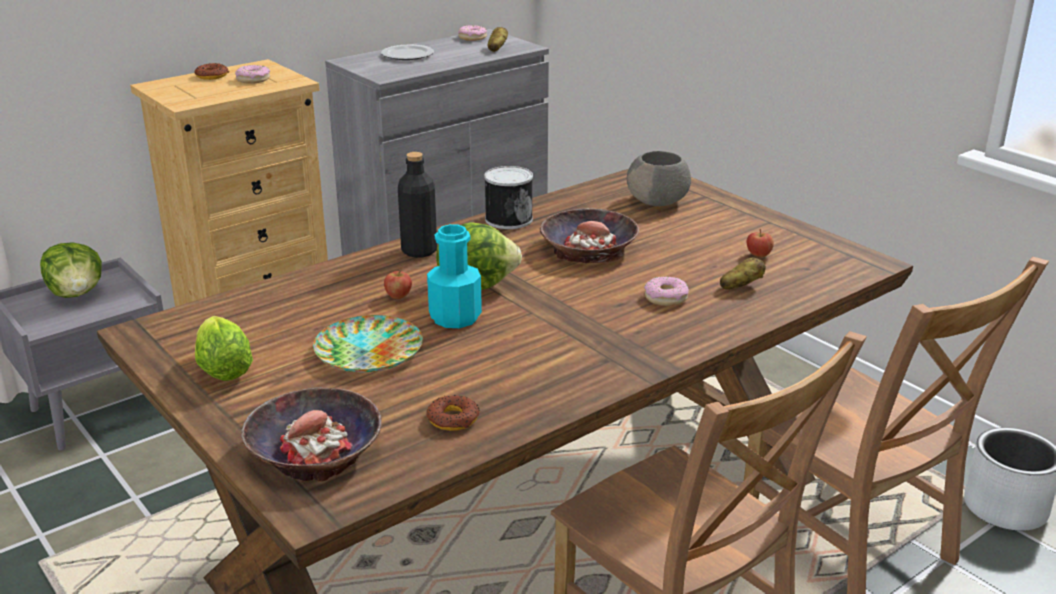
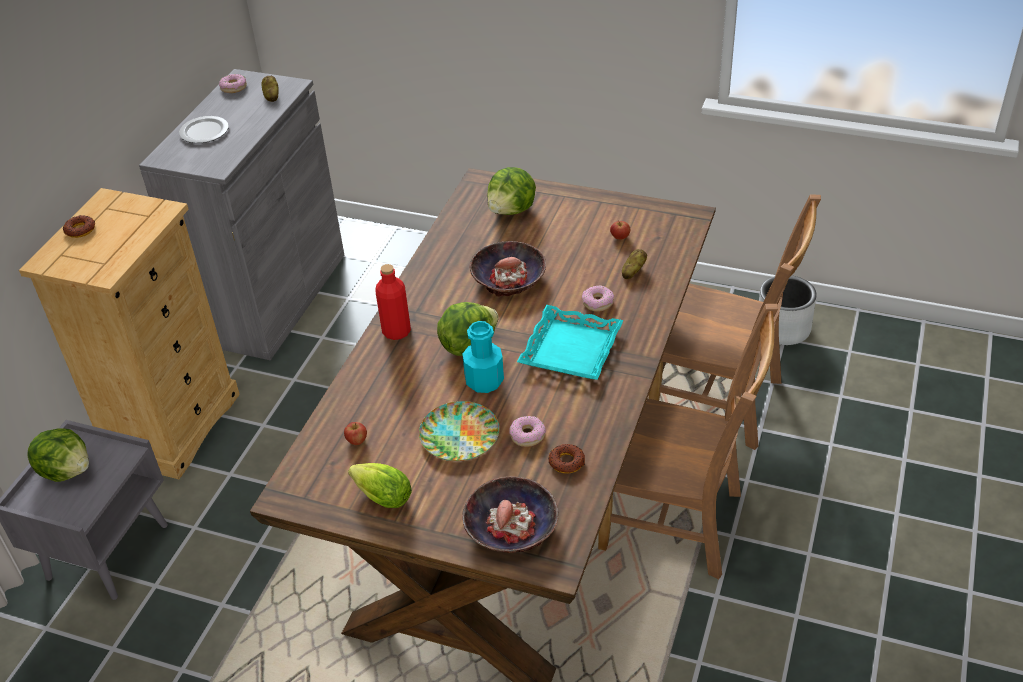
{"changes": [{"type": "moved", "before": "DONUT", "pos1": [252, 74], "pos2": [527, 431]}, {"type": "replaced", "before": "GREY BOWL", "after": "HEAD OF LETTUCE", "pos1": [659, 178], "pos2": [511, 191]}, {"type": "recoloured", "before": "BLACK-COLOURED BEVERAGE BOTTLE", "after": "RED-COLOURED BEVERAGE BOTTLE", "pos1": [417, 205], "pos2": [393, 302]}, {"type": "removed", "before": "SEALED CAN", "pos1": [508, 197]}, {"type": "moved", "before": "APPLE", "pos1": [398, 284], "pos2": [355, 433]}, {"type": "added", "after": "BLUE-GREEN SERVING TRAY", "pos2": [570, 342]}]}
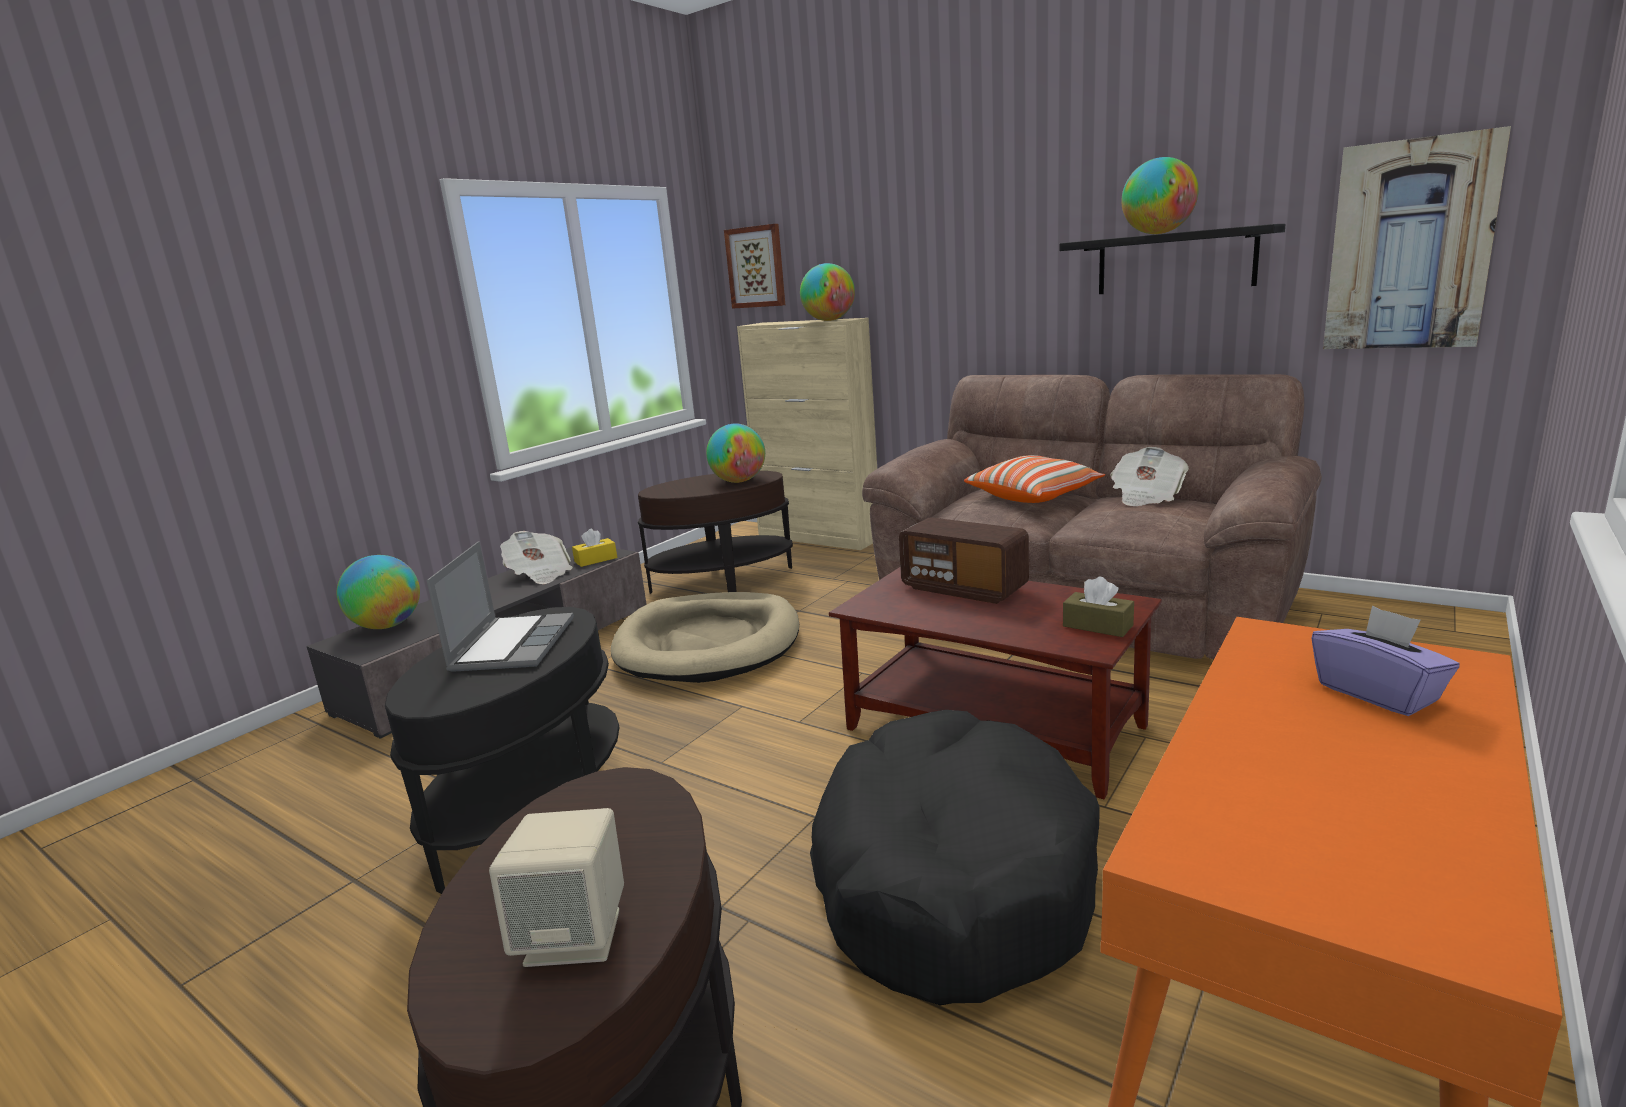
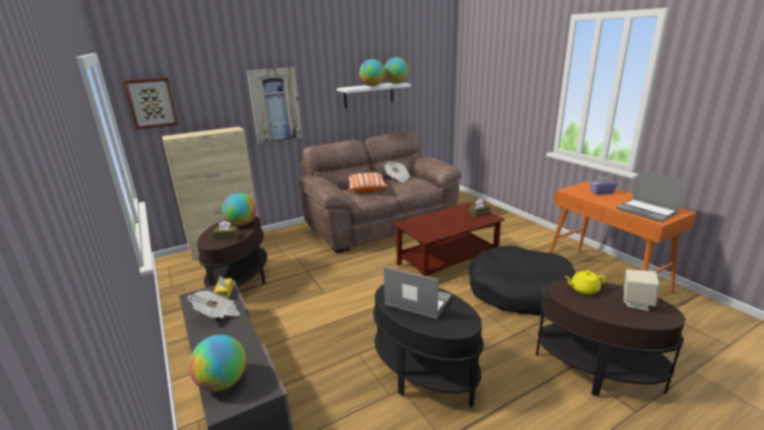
{"changes": [{"type": "moved", "before": "WALL PICTURE", "pos1": [1417, 237], "pos2": [274, 105]}, {"type": "recoloured", "before": "BLACK-COLOURED SHELF", "after": "WHITE SHELF", "pos1": [1172, 259], "pos2": [374, 95]}, {"type": "moved", "before": "GLOBE", "pos1": [827, 292], "pos2": [396, 70]}, {"type": "removed", "before": "RADIO", "pos1": [964, 560]}, {"type": "removed", "before": "SAND-COLOURED DOG BED", "pos1": [705, 637]}, {"type": "added", "after": "NOTEBOOK COMPUTER", "pos2": [651, 196]}, {"type": "added", "after": "BROWNISH TISSUE BOX", "pos2": [226, 230]}, {"type": "added", "after": "YELLOWISH TEAPOT", "pos2": [585, 282]}]}
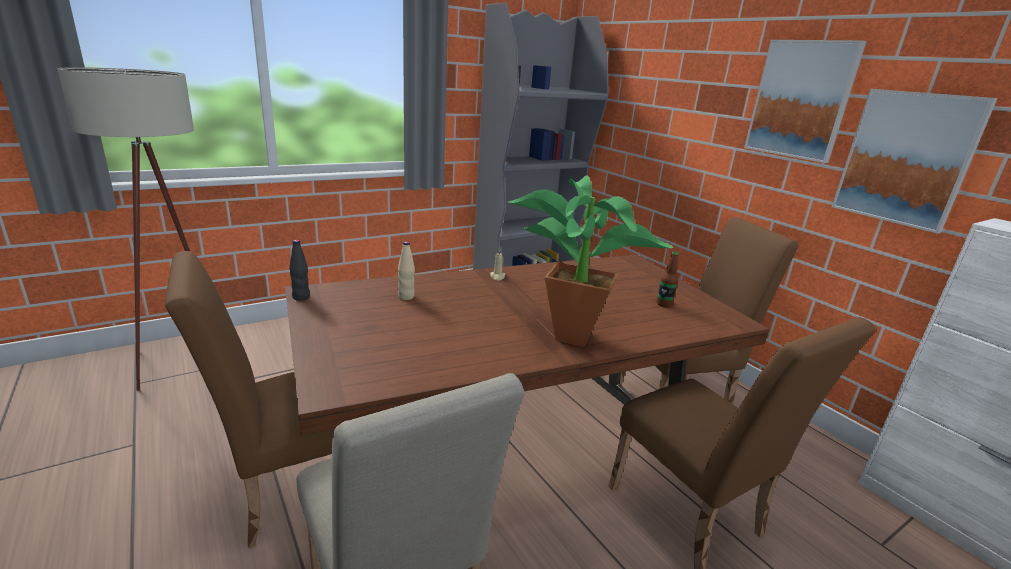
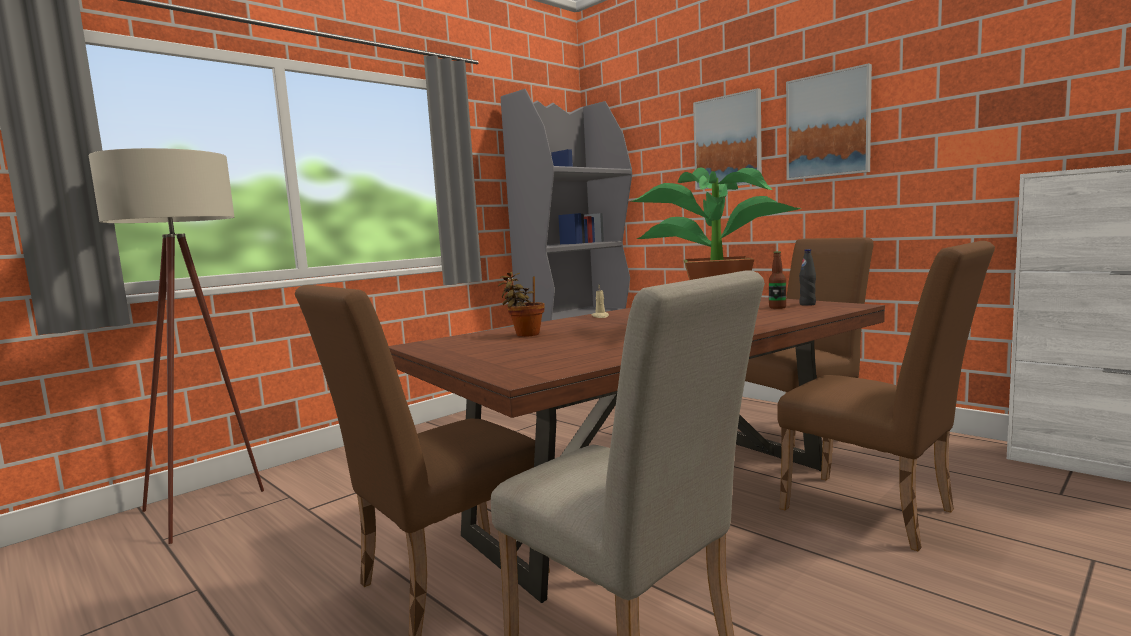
{"changes": [{"type": "moved", "before": "WALL PICTURE", "pos1": [915, 161], "pos2": [727, 139]}, {"type": "moved", "before": "BLACK-COLOURED BEVERAGE BOTTLE", "pos1": [299, 270], "pos2": [807, 277]}, {"type": "replaced", "before": "SAND-COLOURED BEVERAGE BOTTLE", "after": "POTTED PLANT", "pos1": [406, 270], "pos2": [521, 304]}]}
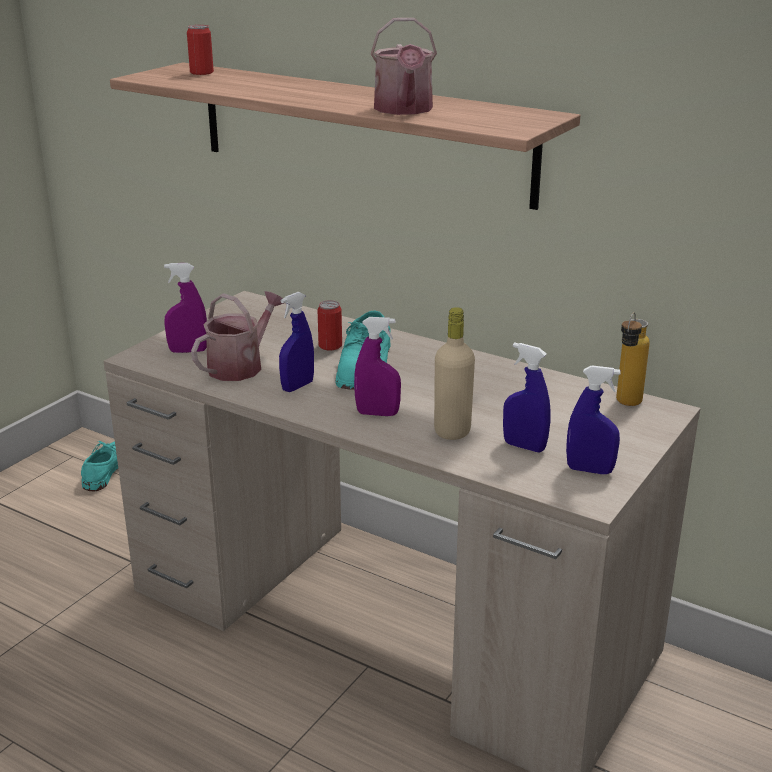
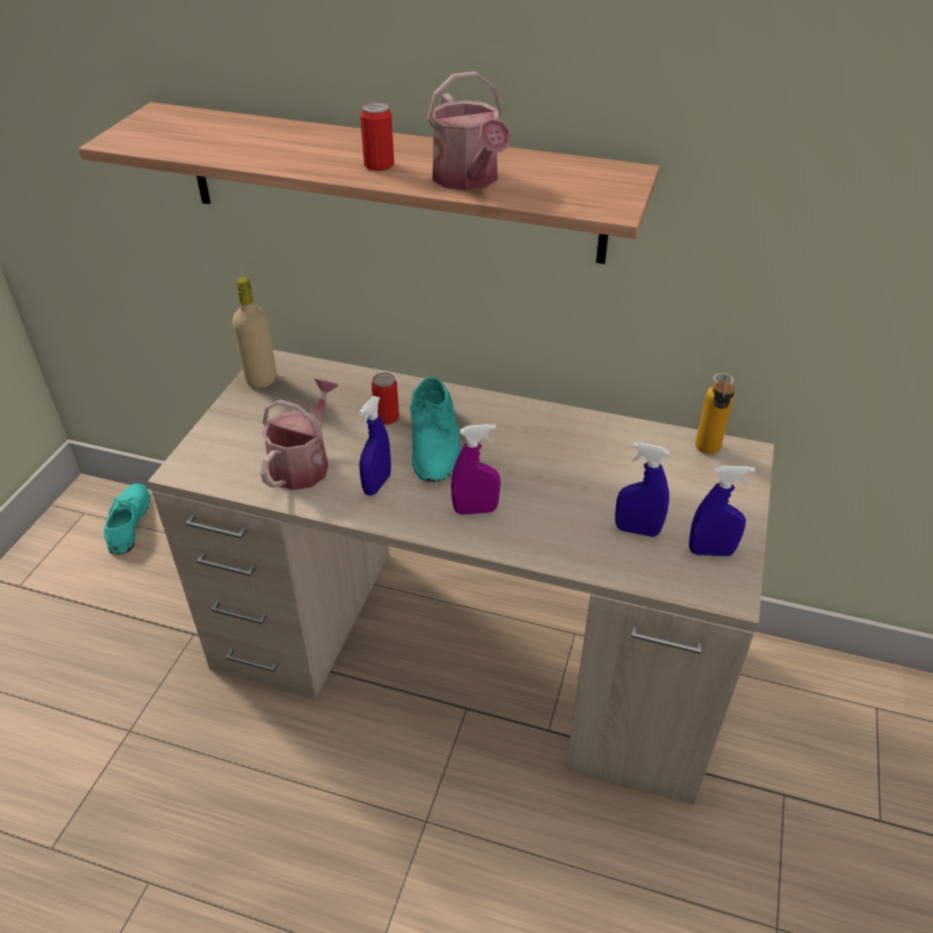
{"changes": [{"type": "moved", "before": "SEALED CAN", "pos1": [200, 50], "pos2": [377, 136]}, {"type": "removed", "before": "PURPLISH SPRAY BOTTLE", "pos1": [185, 308]}, {"type": "moved", "before": "SAND-COLOURED BEVERAGE BOTTLE", "pos1": [454, 373], "pos2": [254, 332]}]}
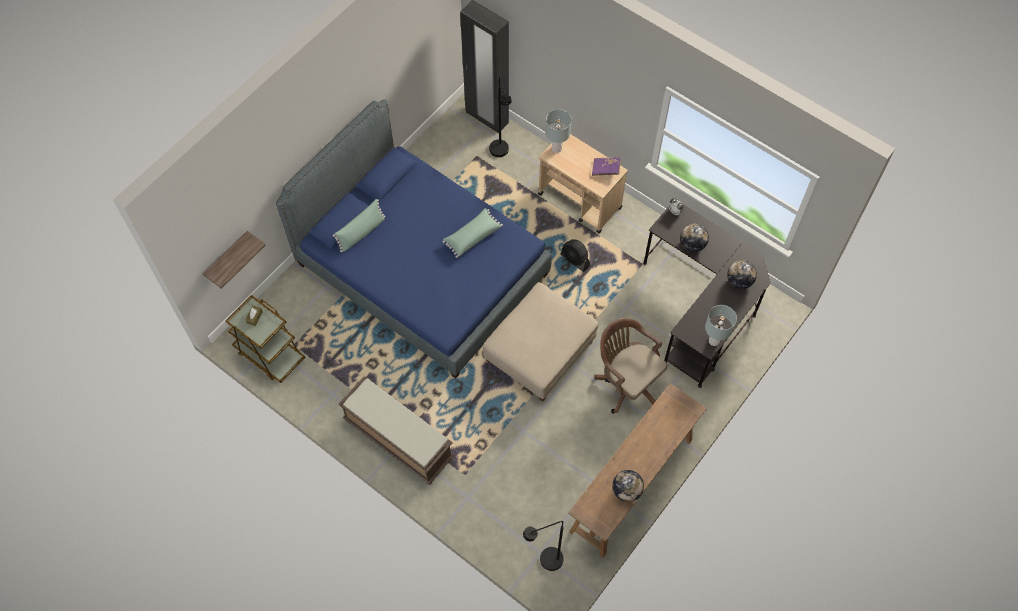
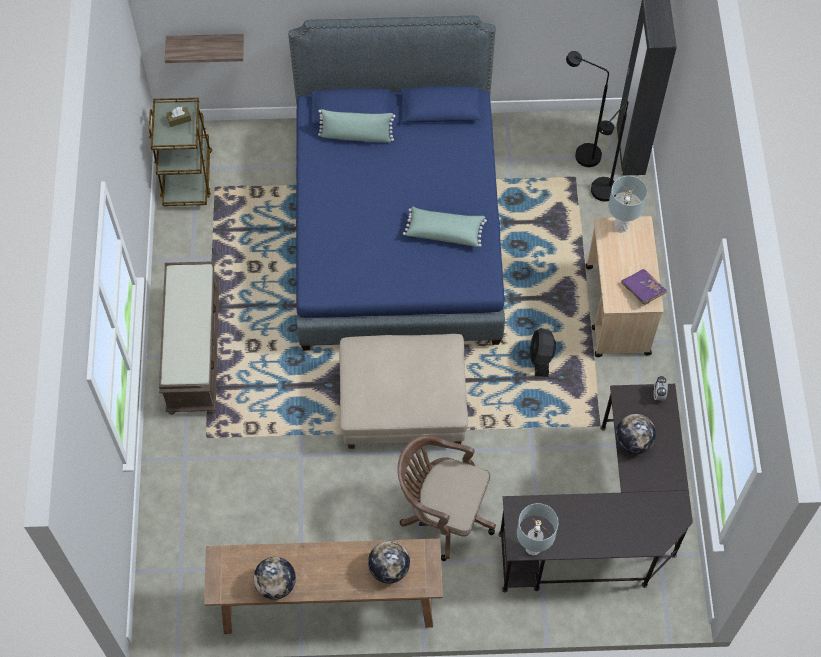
{"changes": [{"type": "moved", "before": "GLOBE", "pos1": [742, 274], "pos2": [389, 562]}, {"type": "turned", "before": "BROWNISH OFFICE CHAIR", "pos1": [631, 366], "pos2": [446, 498], "turn": -75}, {"type": "moved", "before": "BLACK-COLOURED STANDING LAMP", "pos1": [543, 546], "pos2": [587, 109]}]}
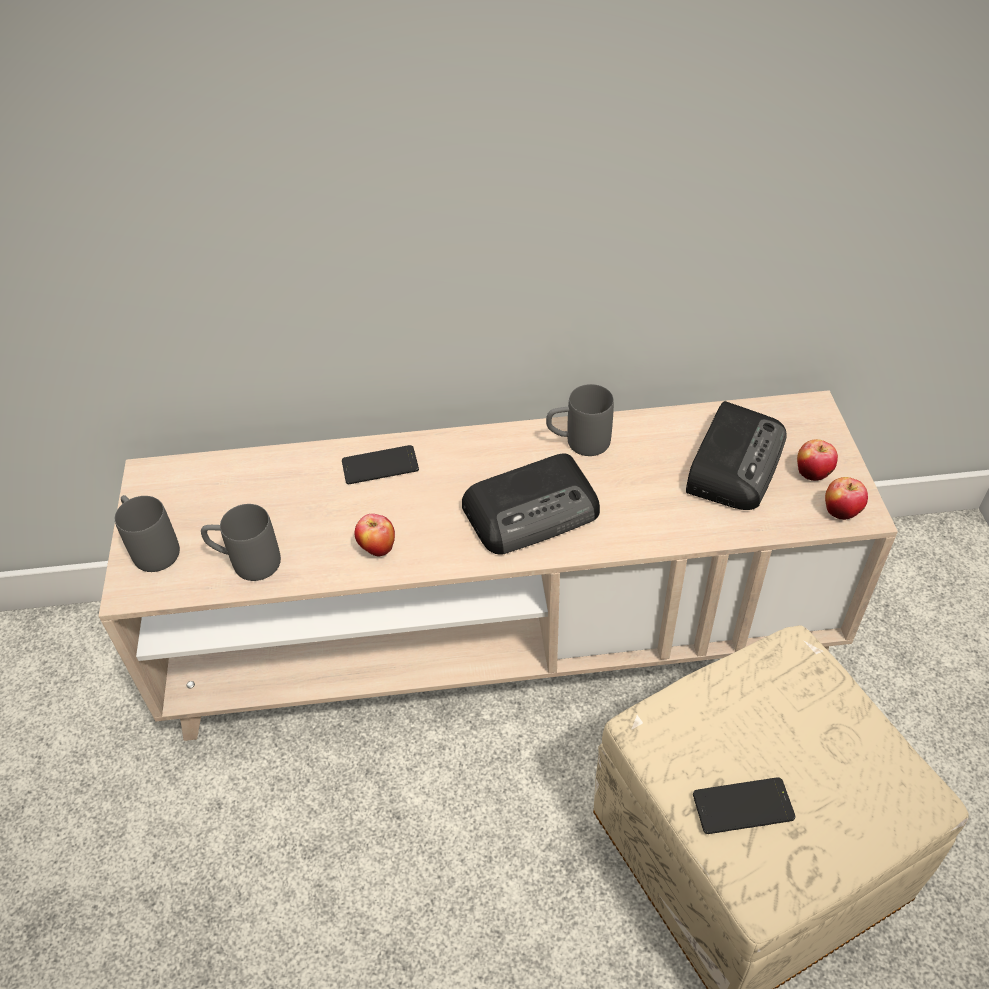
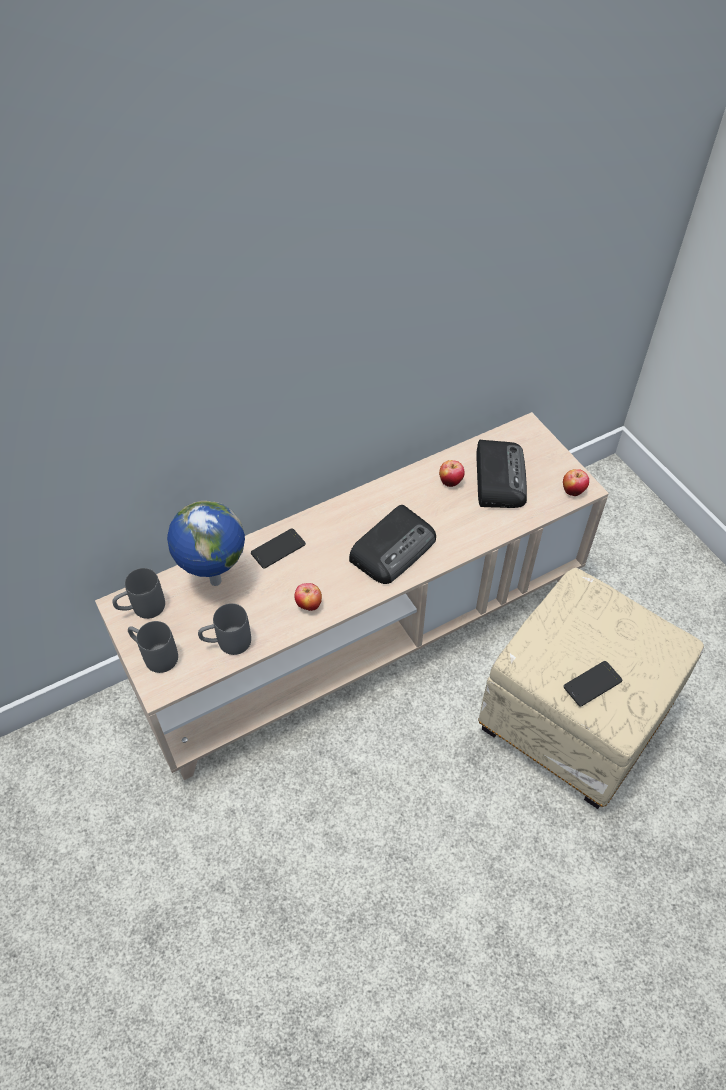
{"changes": [{"type": "moved", "before": "GREY COFFEE MUG", "pos1": [580, 420], "pos2": [138, 593]}, {"type": "moved", "before": "APPLE", "pos1": [817, 460], "pos2": [452, 473]}, {"type": "added", "after": "GLOBE", "pos2": [206, 543]}]}
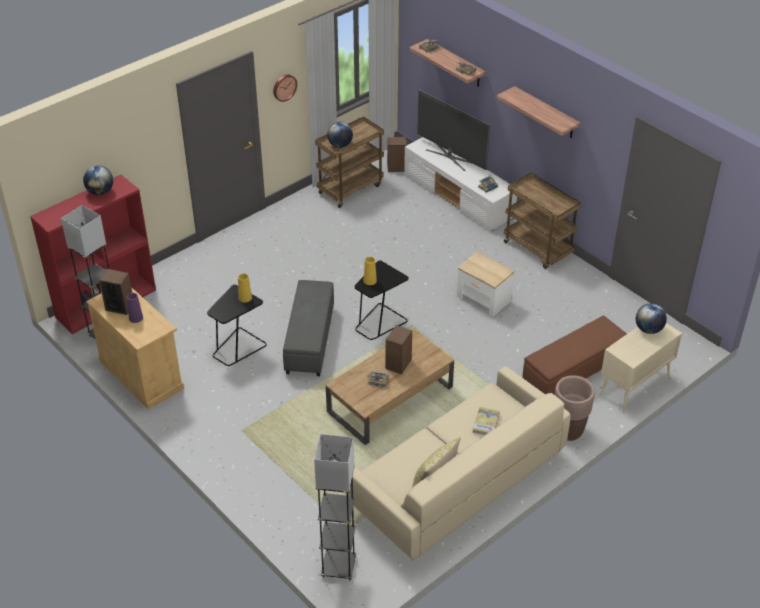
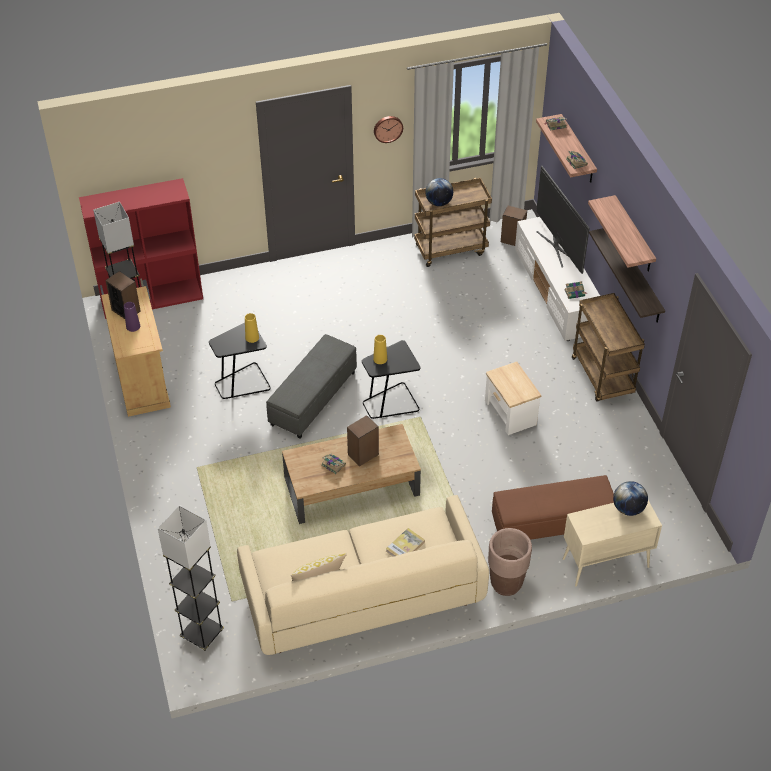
{"changes": [{"type": "removed", "before": "GLOBE", "pos1": [98, 180]}, {"type": "added", "after": "SHELF", "pos2": [627, 275]}]}
